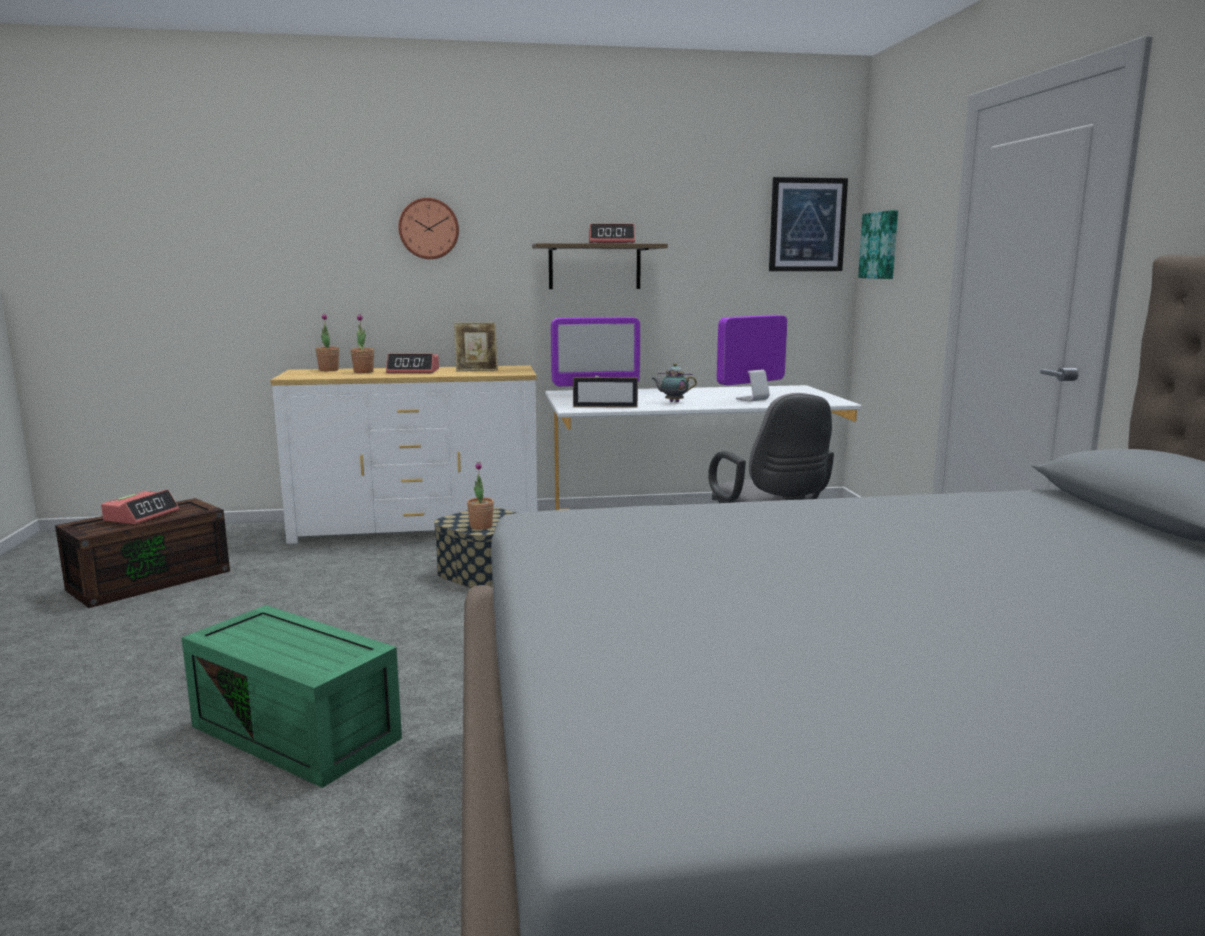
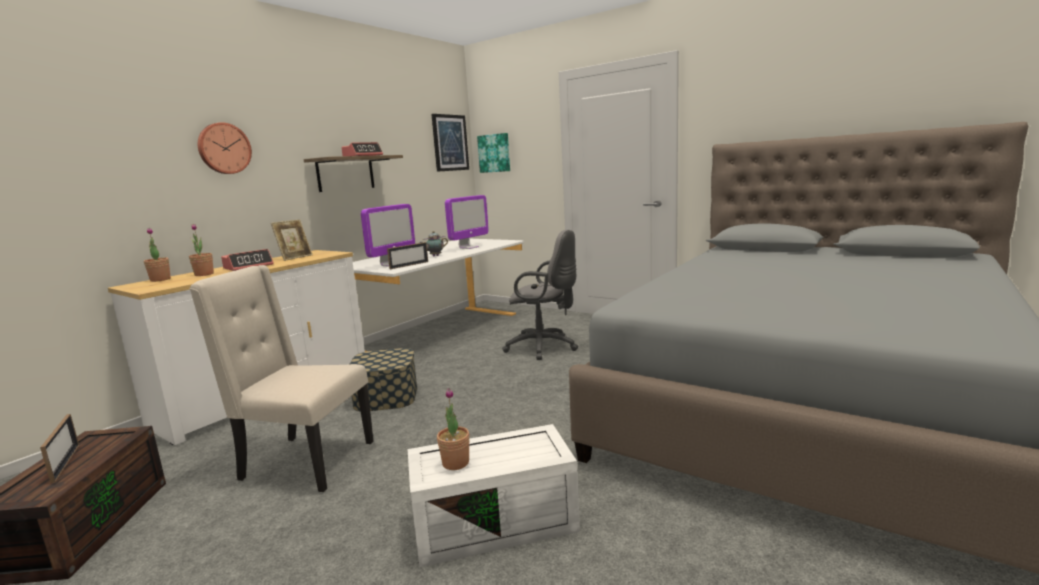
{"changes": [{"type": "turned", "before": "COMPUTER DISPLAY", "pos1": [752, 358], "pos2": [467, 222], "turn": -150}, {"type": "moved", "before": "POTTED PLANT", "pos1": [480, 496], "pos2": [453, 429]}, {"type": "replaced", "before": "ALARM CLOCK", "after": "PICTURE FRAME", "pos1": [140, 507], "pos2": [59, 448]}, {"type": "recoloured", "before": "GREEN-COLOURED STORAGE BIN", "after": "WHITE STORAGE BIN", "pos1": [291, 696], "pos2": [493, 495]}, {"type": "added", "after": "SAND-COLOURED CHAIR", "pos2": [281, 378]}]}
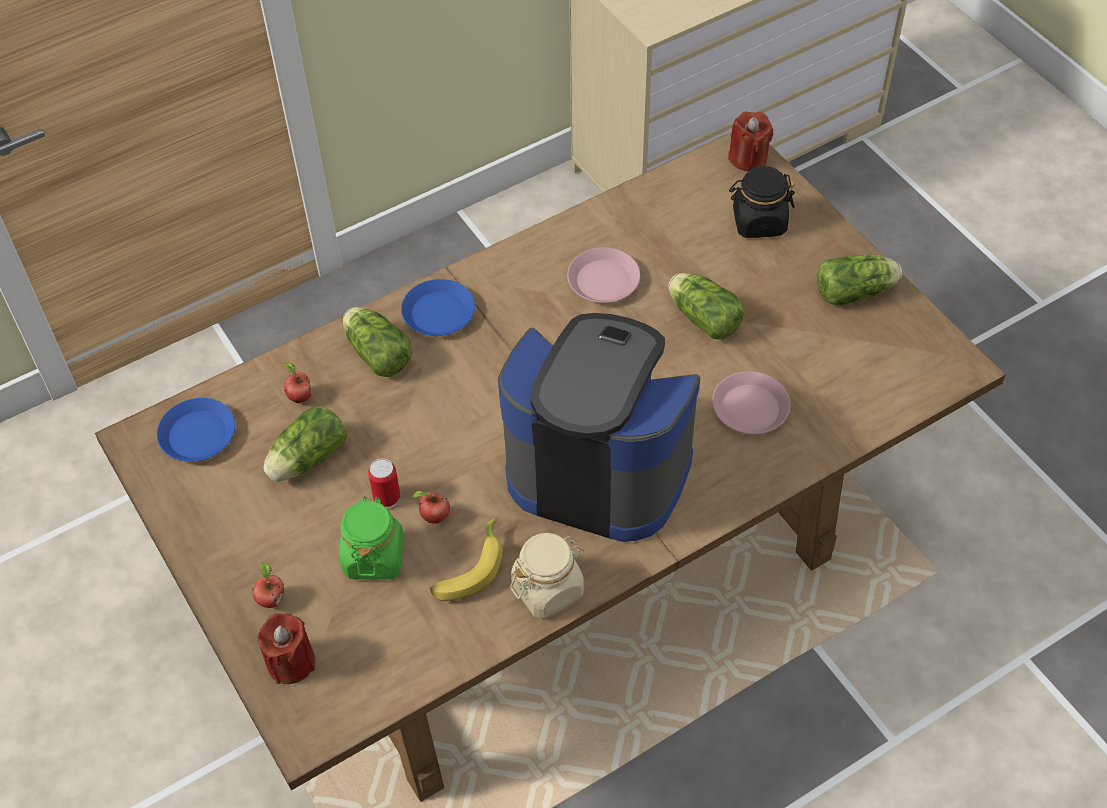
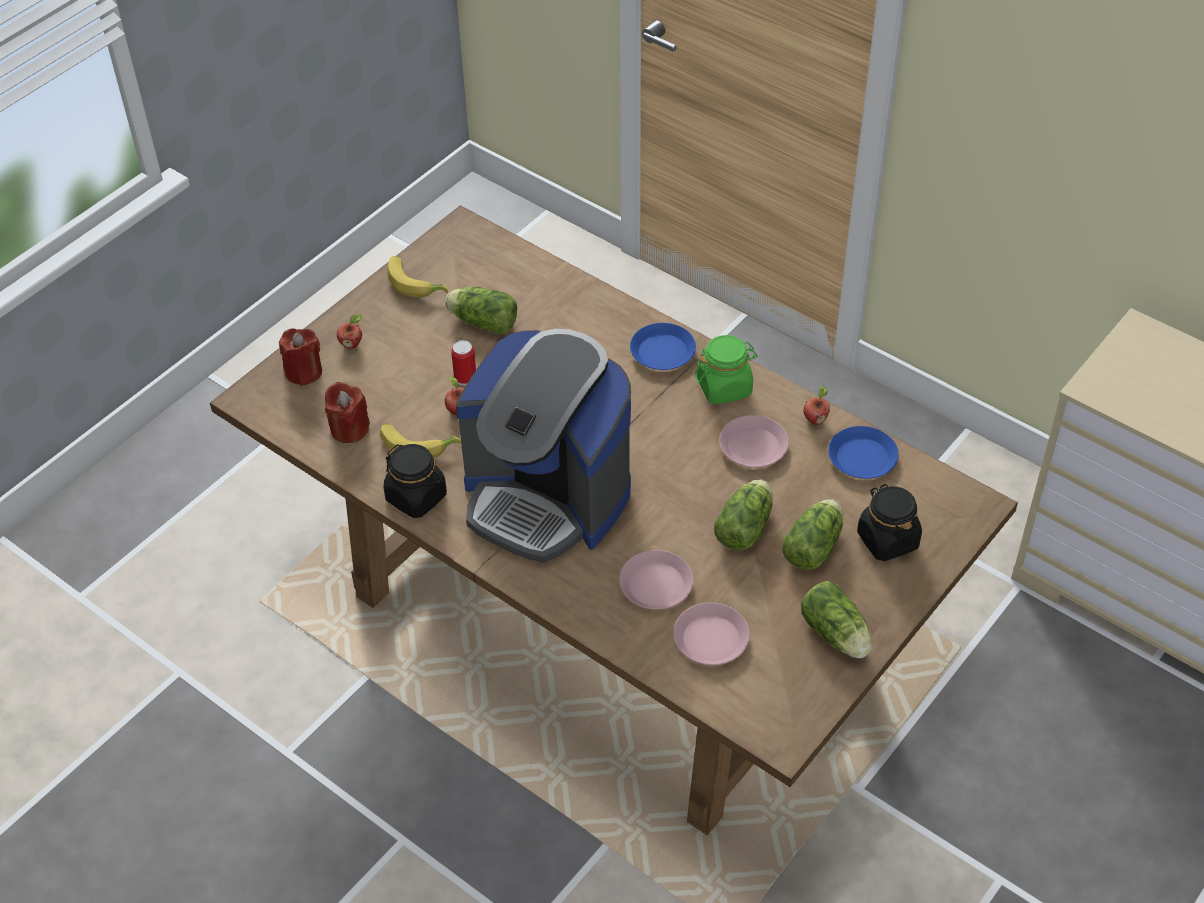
{"changes": [{"type": "moved", "before": "RED-COLOURED CANDLE", "pos1": [750, 141], "pos2": [347, 412]}, {"type": "moved", "before": "HEAD OF LETTUCE", "pos1": [377, 342], "pos2": [812, 534]}, {"type": "turned", "before": "COFFEE MACHINE", "pos1": [599, 427], "pos2": [543, 446], "turn": 120}, {"type": "moved", "before": "APPLE", "pos1": [296, 383], "pos2": [816, 405]}, {"type": "moved", "before": "BLUE FLAT DISH", "pos1": [196, 430], "pos2": [863, 452]}, {"type": "moved", "before": "GREEN-COLOURED STORAGE JAR", "pos1": [371, 538], "pos2": [726, 370]}, {"type": "recoloured", "before": "SAND-COLOURED STORAGE JAR", "after": "BLACK-COLOURED STORAGE JAR", "pos1": [547, 576], "pos2": [415, 481]}, {"type": "added", "after": "BANANA", "pos2": [417, 276]}, {"type": "added", "after": "PINKISH FLAT DISH", "pos2": [712, 634]}]}
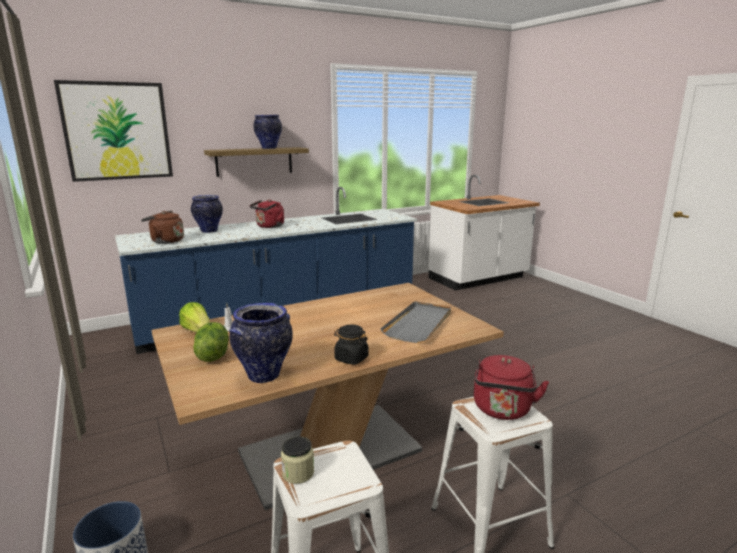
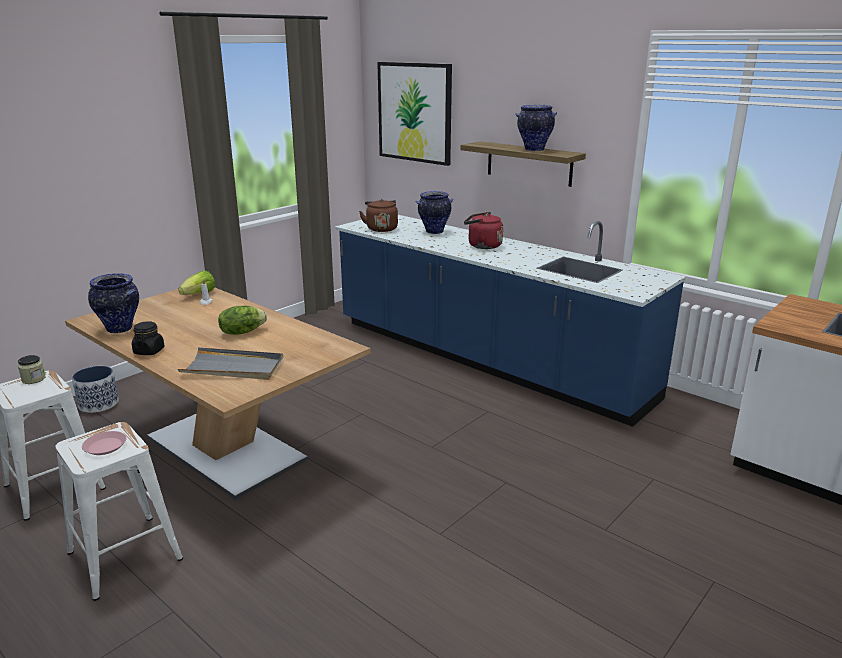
{"changes": [{"type": "moved", "before": "HEAD OF LETTUCE", "pos1": [211, 342], "pos2": [242, 320]}, {"type": "replaced", "before": "RED-COLOURED KETTLE", "after": "PINKISH FLAT DISH", "pos1": [511, 387], "pos2": [104, 443]}]}
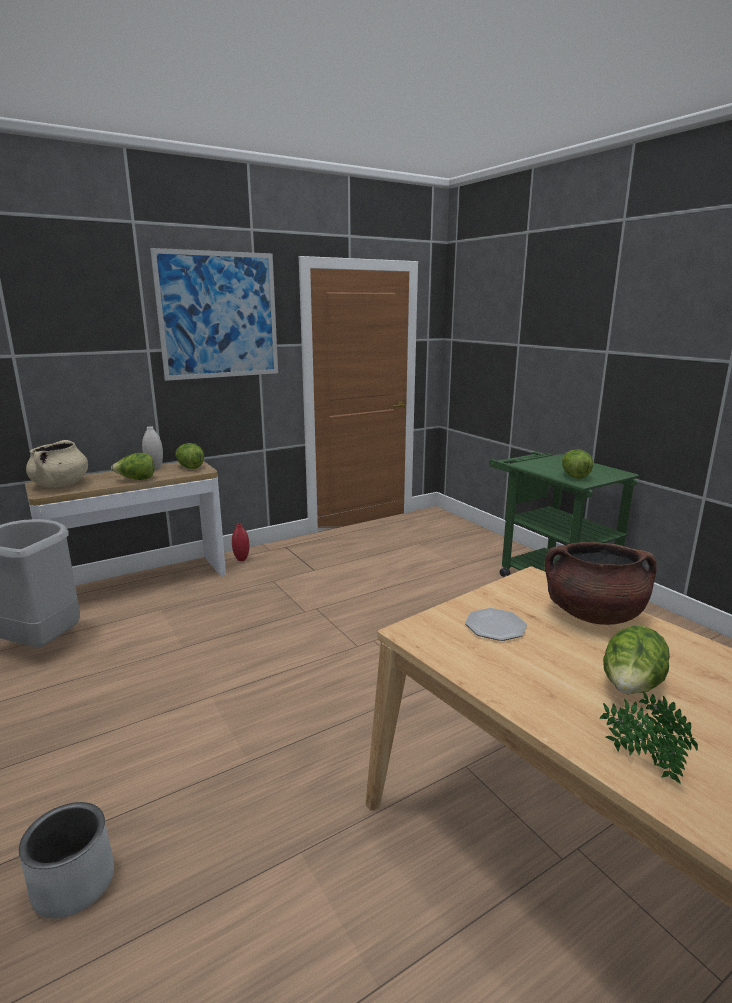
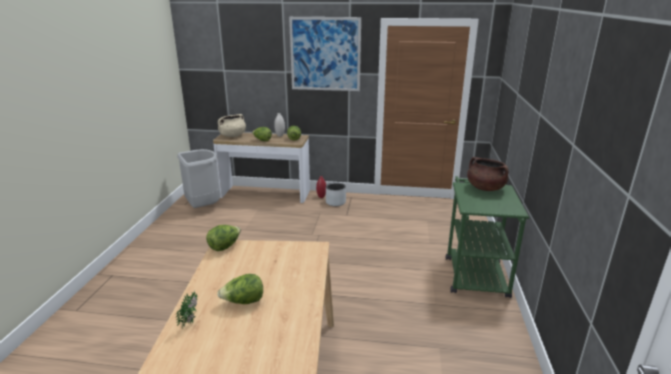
{"changes": [{"type": "moved", "before": "HEAD OF LETTUCE", "pos1": [577, 464], "pos2": [223, 238]}, {"type": "moved", "before": "BROWNISH COOKING POT", "pos1": [600, 583], "pos2": [488, 174]}, {"type": "removed", "before": "FLAT DISH", "pos1": [496, 624]}, {"type": "moved", "before": "GREY PLANT POT", "pos1": [66, 860], "pos2": [336, 194]}]}
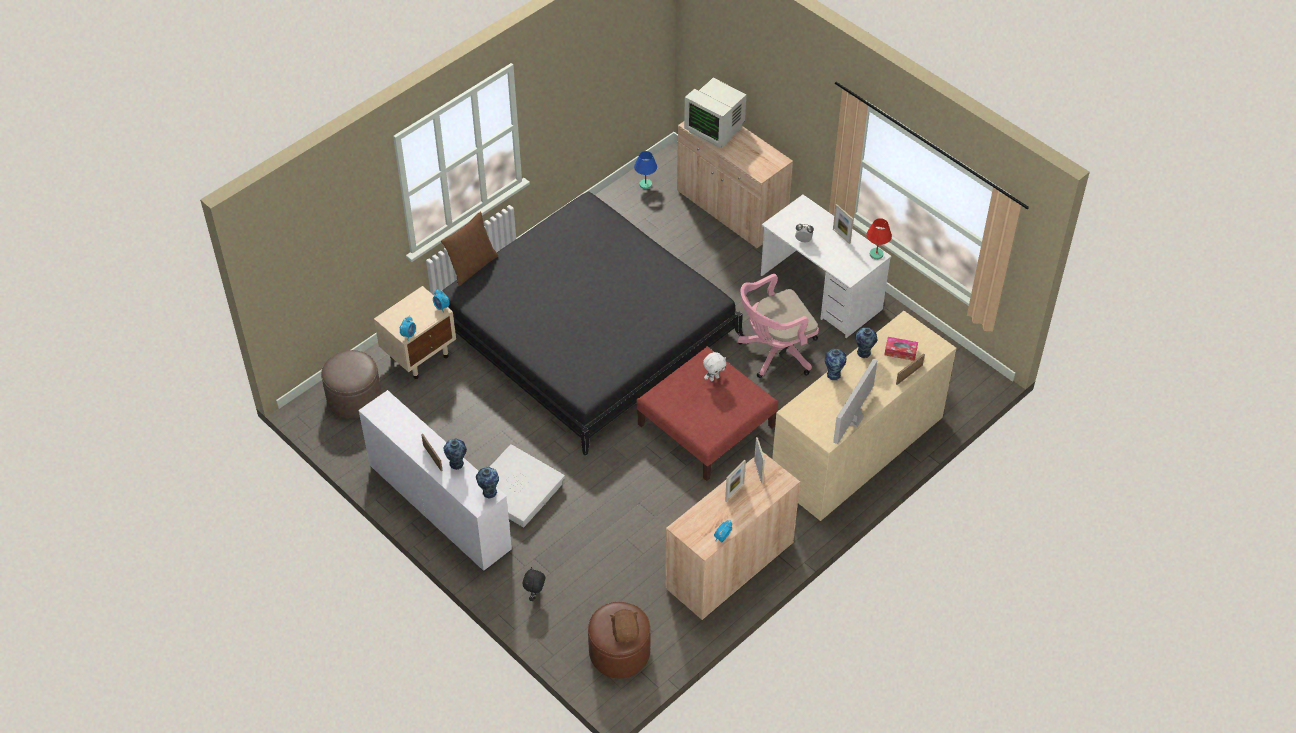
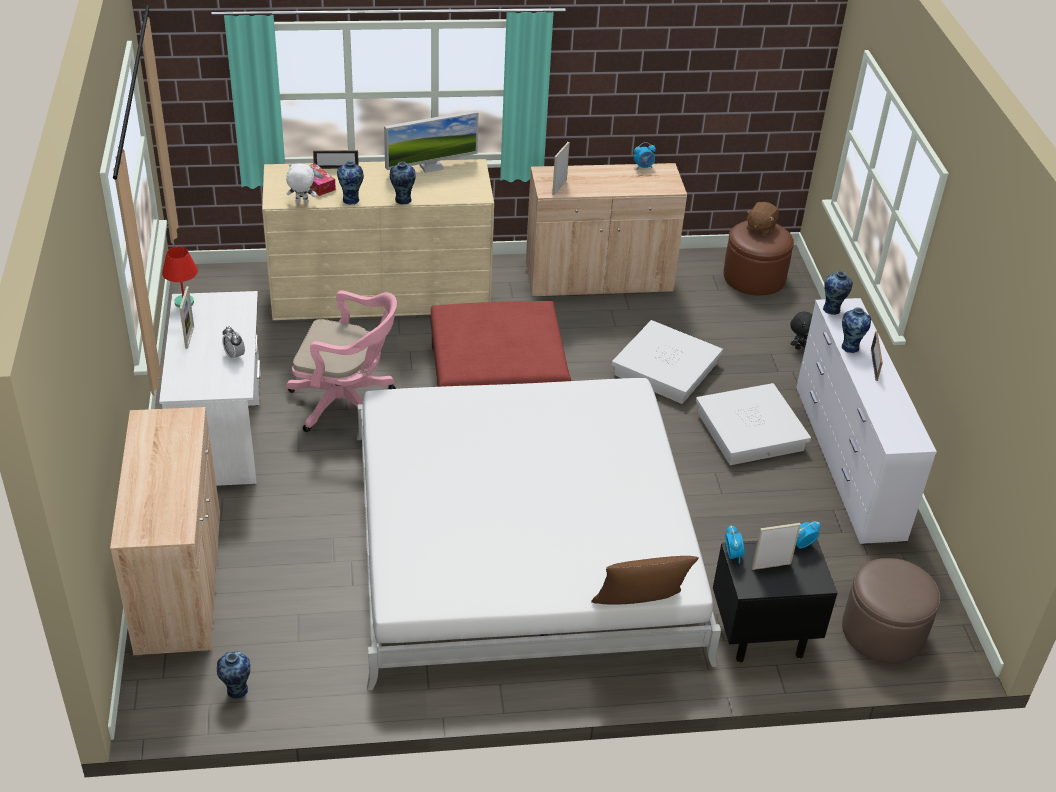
{"changes": [{"type": "removed", "before": "COMPUTER DISPLAY", "pos1": [715, 113]}, {"type": "replaced", "before": "BLUE TABLETOP LAMP", "after": "VASE", "pos1": [645, 170], "pos2": [233, 675]}, {"type": "recoloured", "before": "BLACK-COLOURED SLEEPING BED", "after": "WHITE SLEEPING BED", "pos1": [592, 323], "pos2": [539, 534]}, {"type": "recoloured", "before": "SAND-COLOURED NIGHT TABLE", "after": "BLACK-COLOURED NIGHT TABLE", "pos1": [415, 332], "pos2": [775, 600]}, {"type": "moved", "before": "WHITE SOFT TOY", "pos1": [714, 366], "pos2": [301, 183]}, {"type": "moved", "before": "PICTURE FRAME", "pos1": [735, 481], "pos2": [776, 546]}, {"type": "added", "after": "WHITE STORAGE BIN", "pos2": [667, 362]}]}
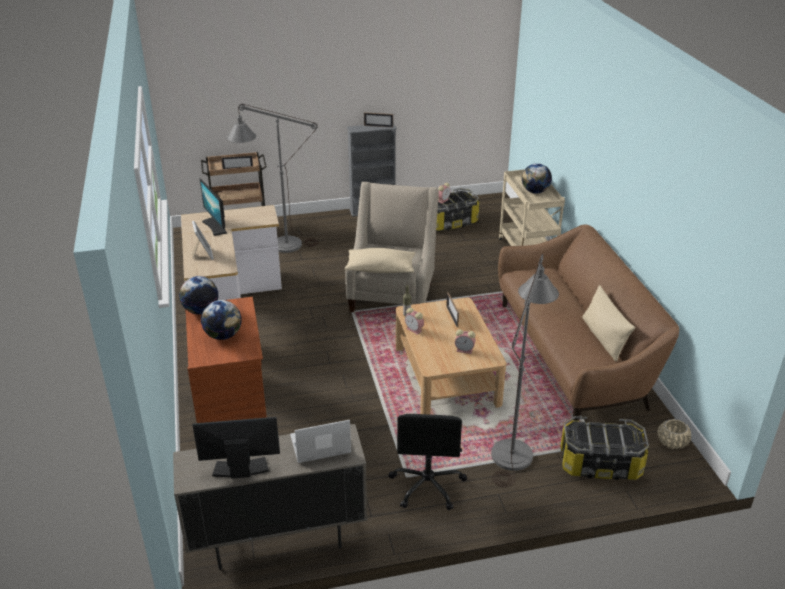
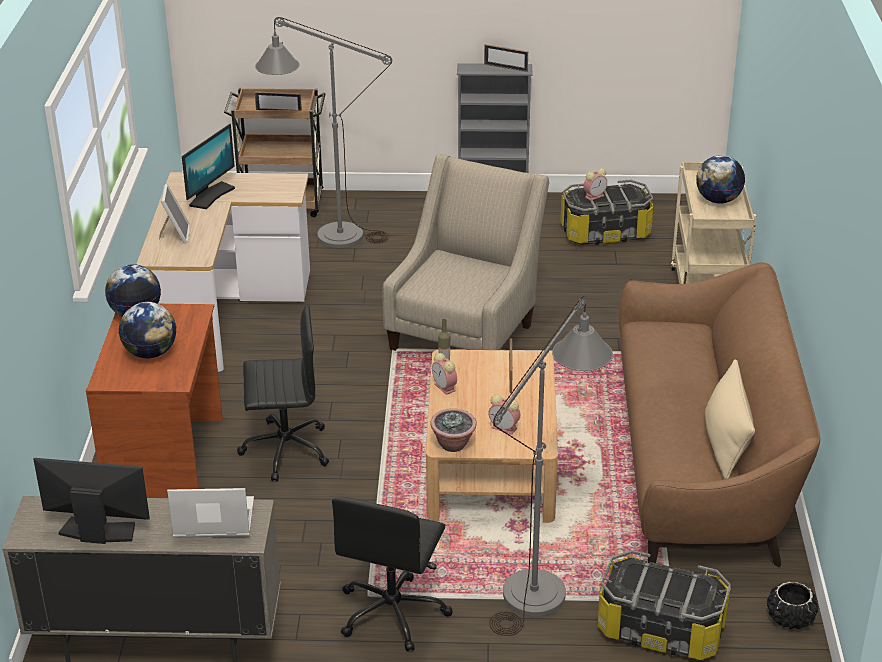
{"changes": [{"type": "turned", "before": "COMPUTER DISPLAY", "pos1": [213, 207], "pos2": [208, 166], "turn": -135}, {"type": "removed", "before": "SAND-COLOURED CUSHION", "pos1": [380, 260]}, {"type": "recoloured", "before": "SAND-COLOURED PLANT POT", "after": "BLACK-COLOURED PLANT POT", "pos1": [674, 434], "pos2": [792, 605]}, {"type": "added", "after": "BLACK-COLOURED OFFICE CHAIR", "pos2": [283, 393]}, {"type": "added", "after": "POTTED PLANT", "pos2": [453, 430]}]}
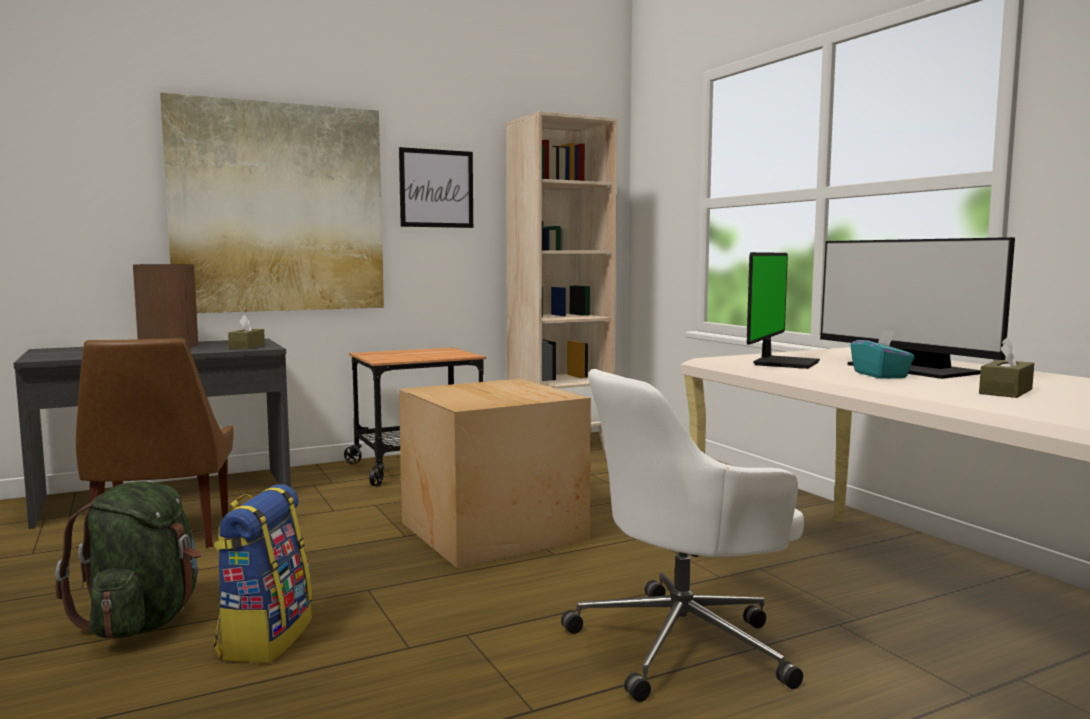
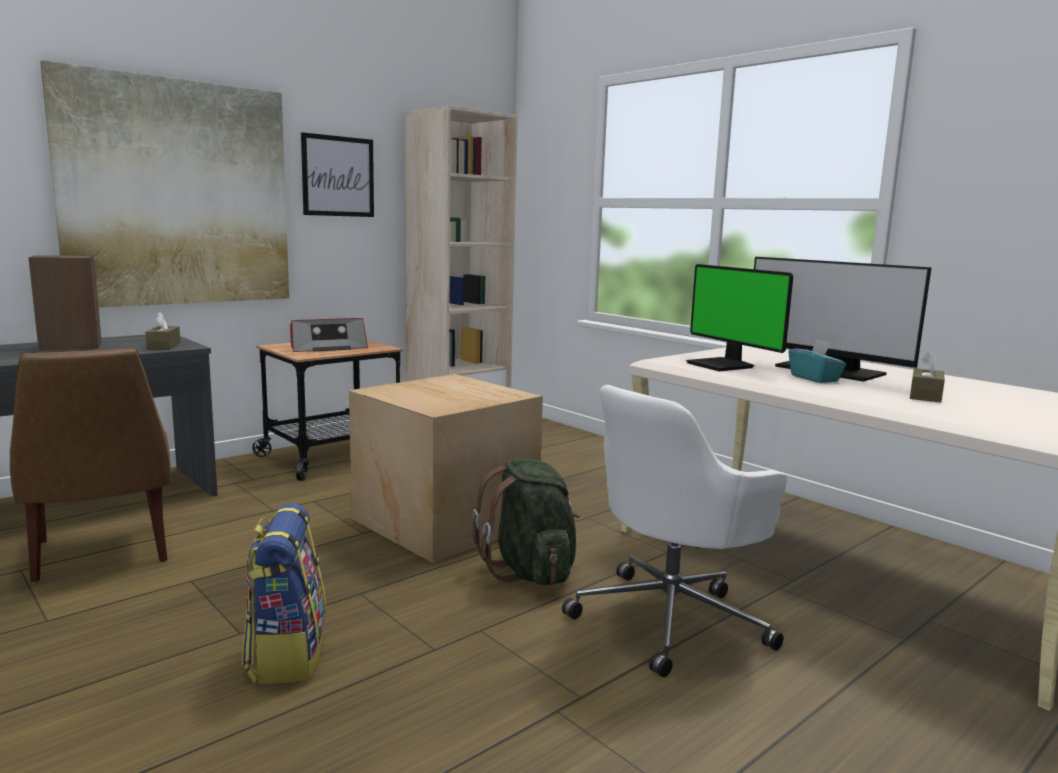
{"changes": [{"type": "turned", "before": "COMPUTER DISPLAY", "pos1": [783, 310], "pos2": [739, 317], "turn": 135}, {"type": "moved", "before": "GREEN-COLOURED BACKPACK", "pos1": [128, 560], "pos2": [526, 521]}, {"type": "added", "after": "RADIO", "pos2": [329, 335]}]}
